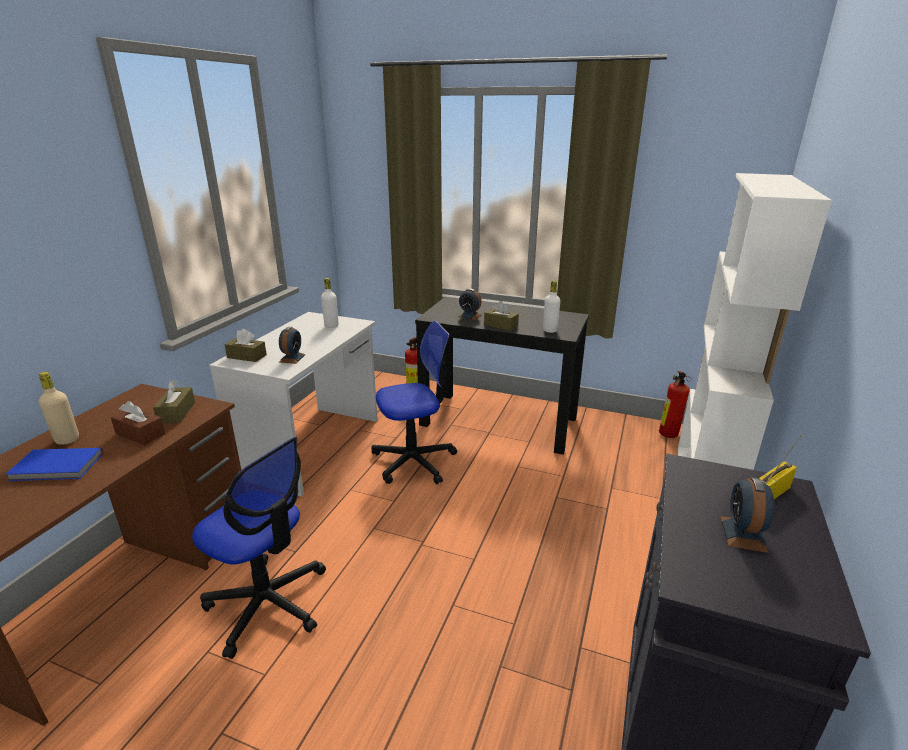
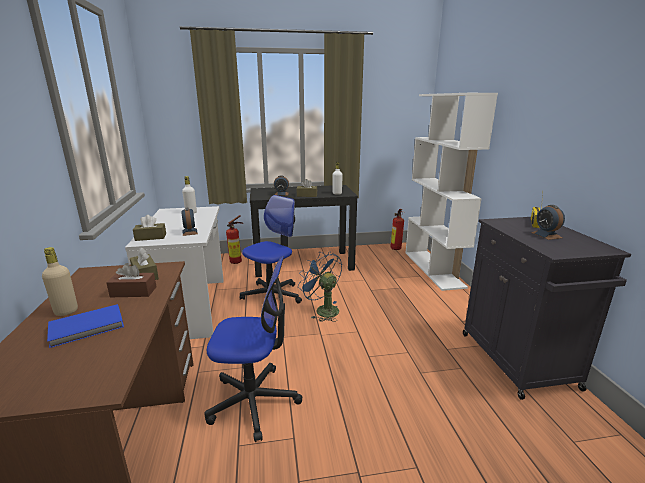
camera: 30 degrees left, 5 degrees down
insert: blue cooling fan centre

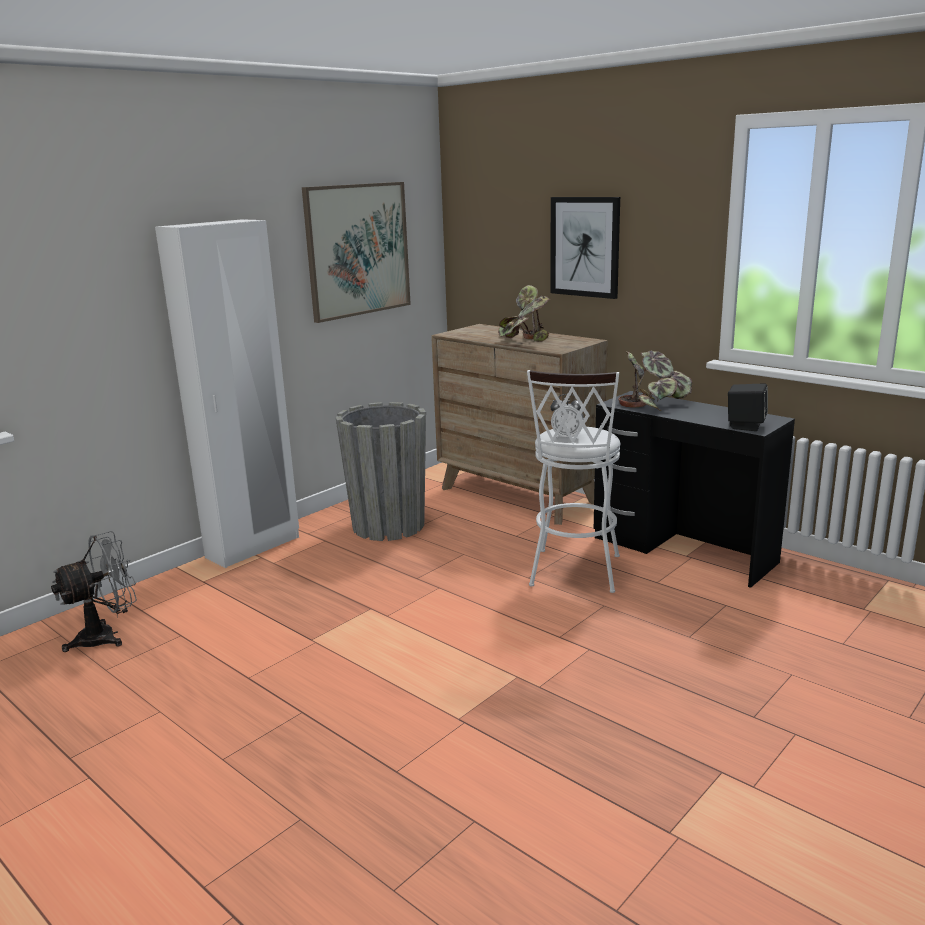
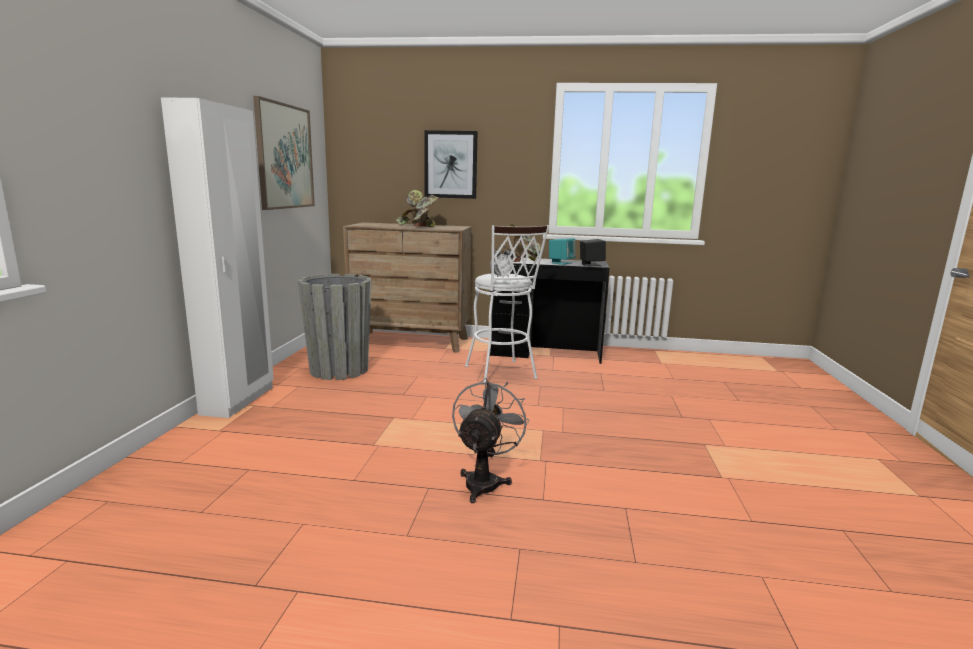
camera: 35 degrees left, 5 degrees down
insert: turquoise loudspeaker centre
move: grey cooling fan middle left to bottom centre

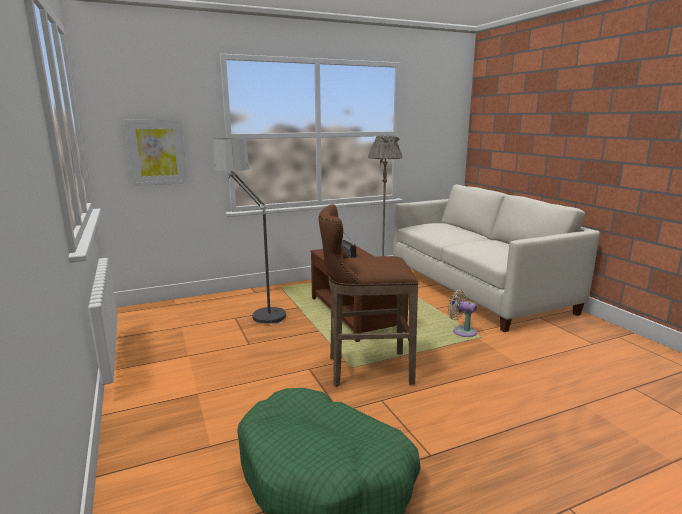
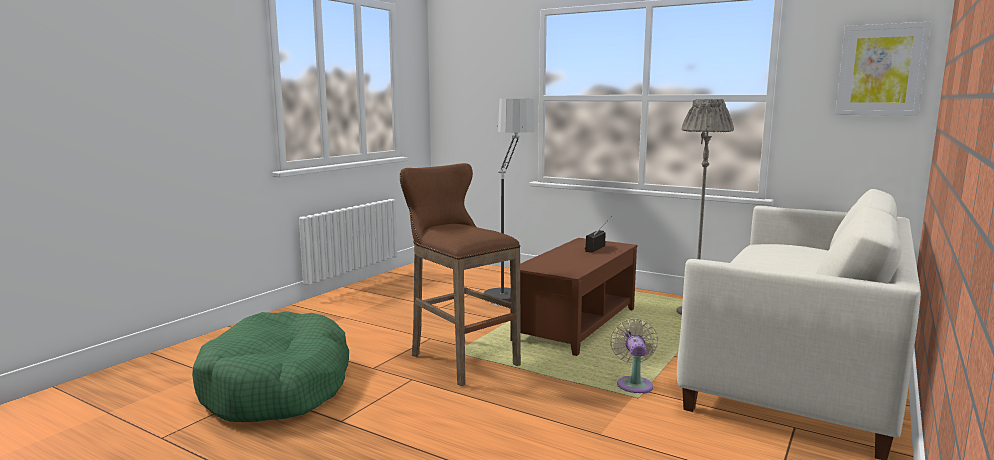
camera: 55 degrees right, 5 degrees down
move: wall art top left to top right

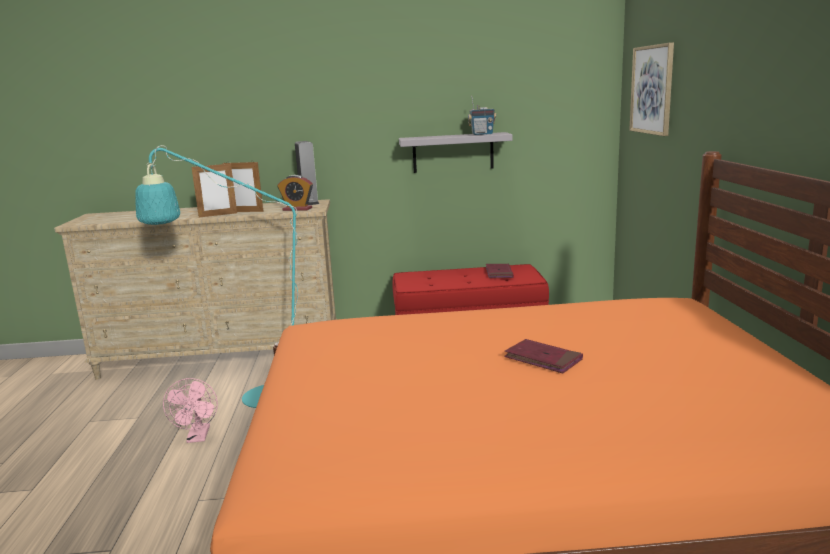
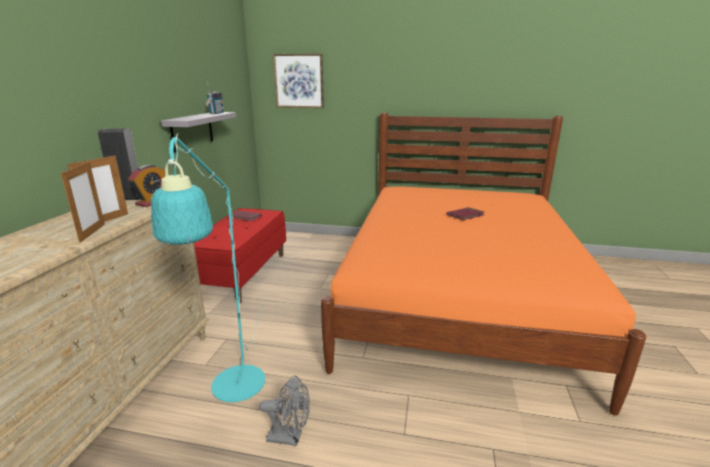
camera: 75 degrees left, 5 degrees up
recolor: pinkish cooling fan bottom left to grey cooling fan bottom centre

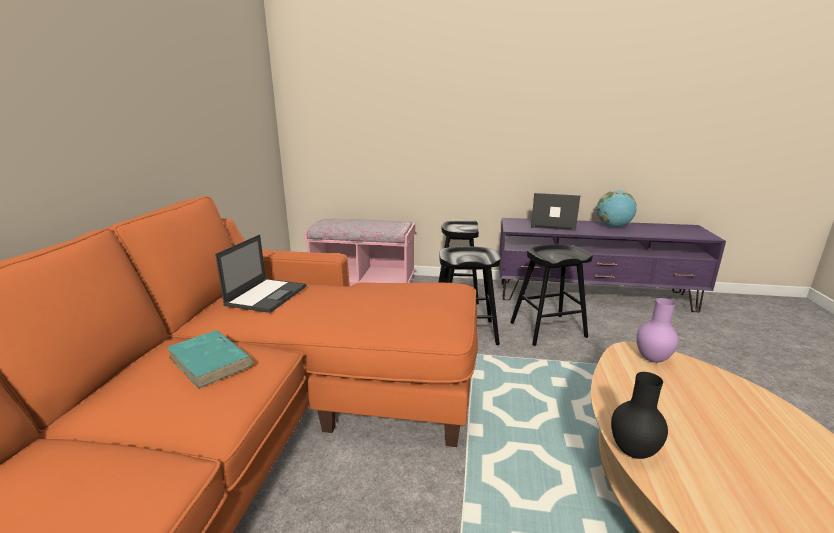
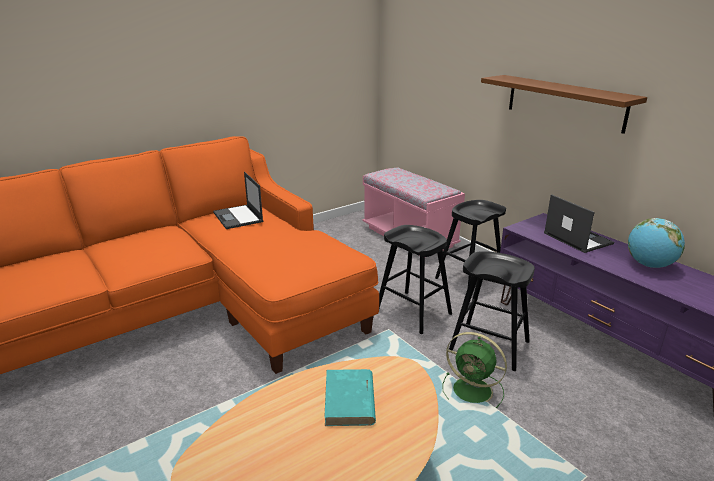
camera: 45 degrees right, 5 degrees up
delete: black flower vase bottom right; purple-coloured flower vase middle right
insert: green-coloured cooling fan bottom centre; brownish wall shelf top right
move: turquoise book bottom left to bottom centre
rotate: laptop (1st from left) middle left = centre 90 degrees clockwise

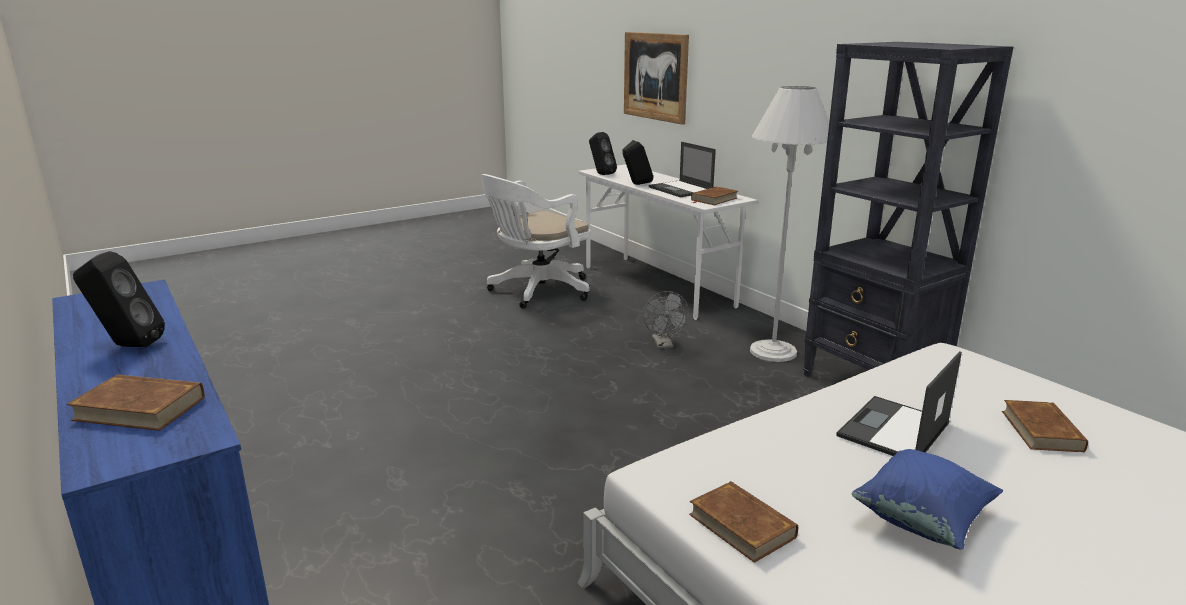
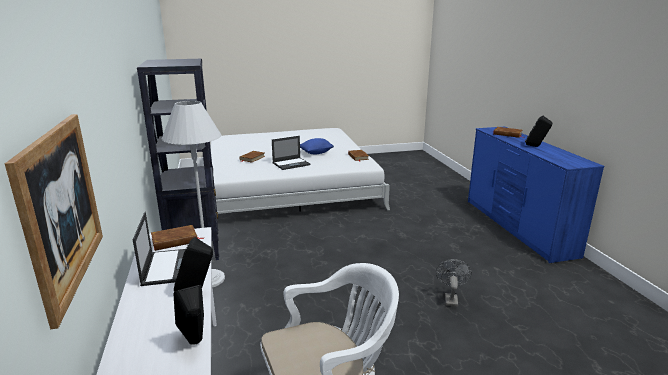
camera: 160 degrees left, 0 degrees up
move: grey cooling fan centre to bottom right

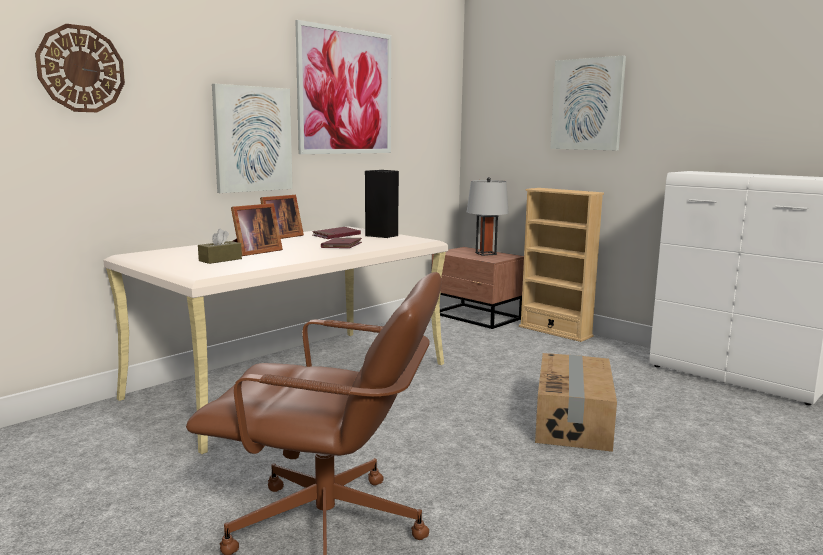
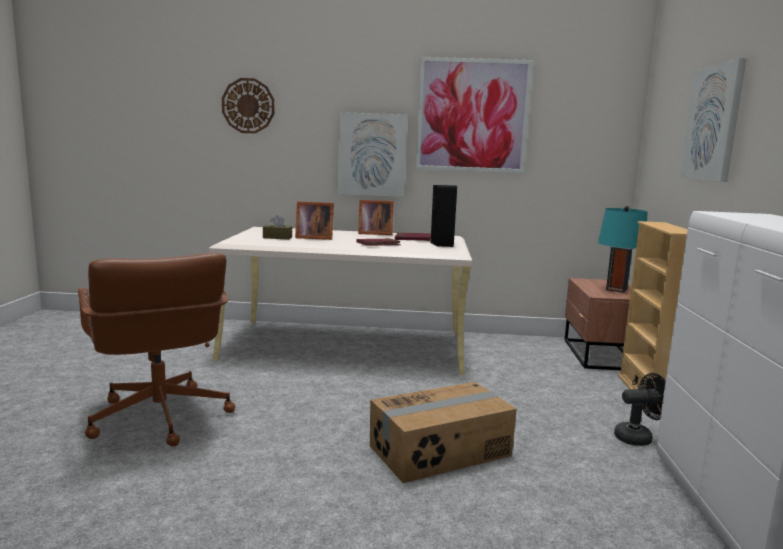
camera: 50 degrees right, 0 degrees up
insert: black cooling fan bottom right
recolor: grey tabletop lamp centre to turquoise tabletop lamp middle right

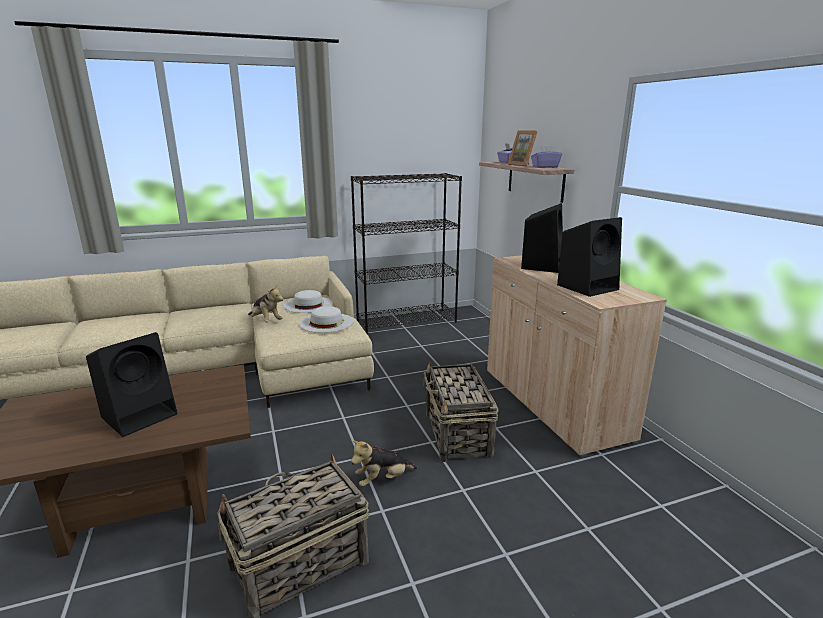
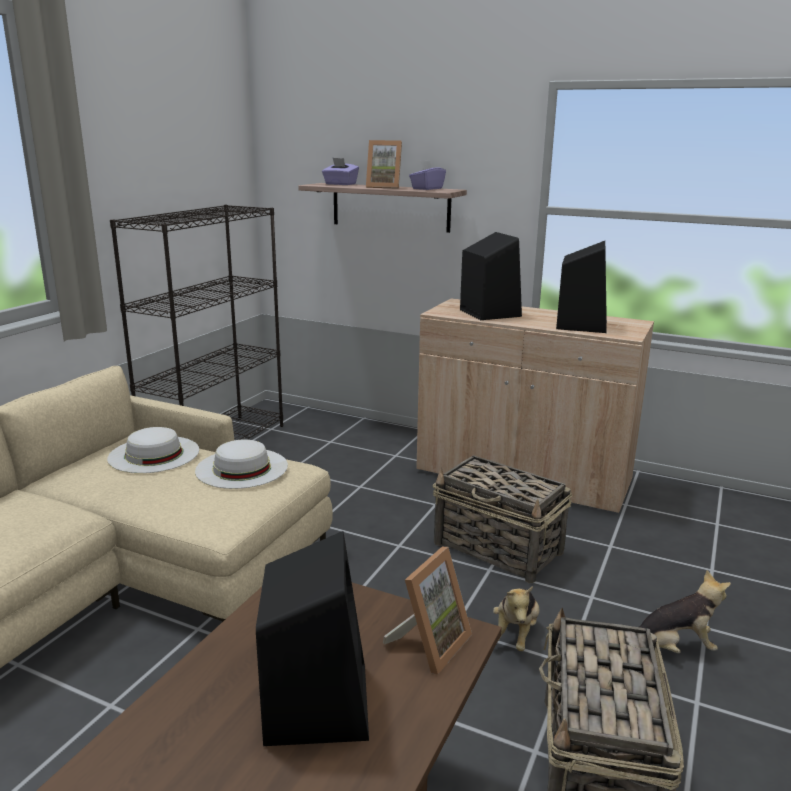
camera: 45 degrees left, 0 degrees up
insert: picture frame (2nd from left) bottom centre
move: soft toy (1st from left in the first image) middle left to soft toy (2nd from left) bottom right

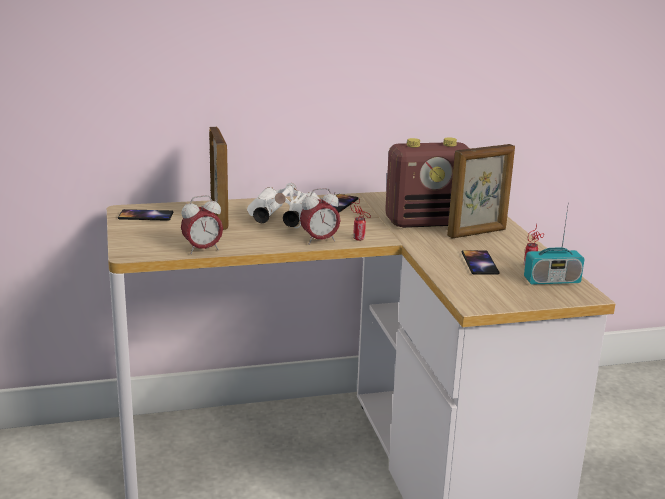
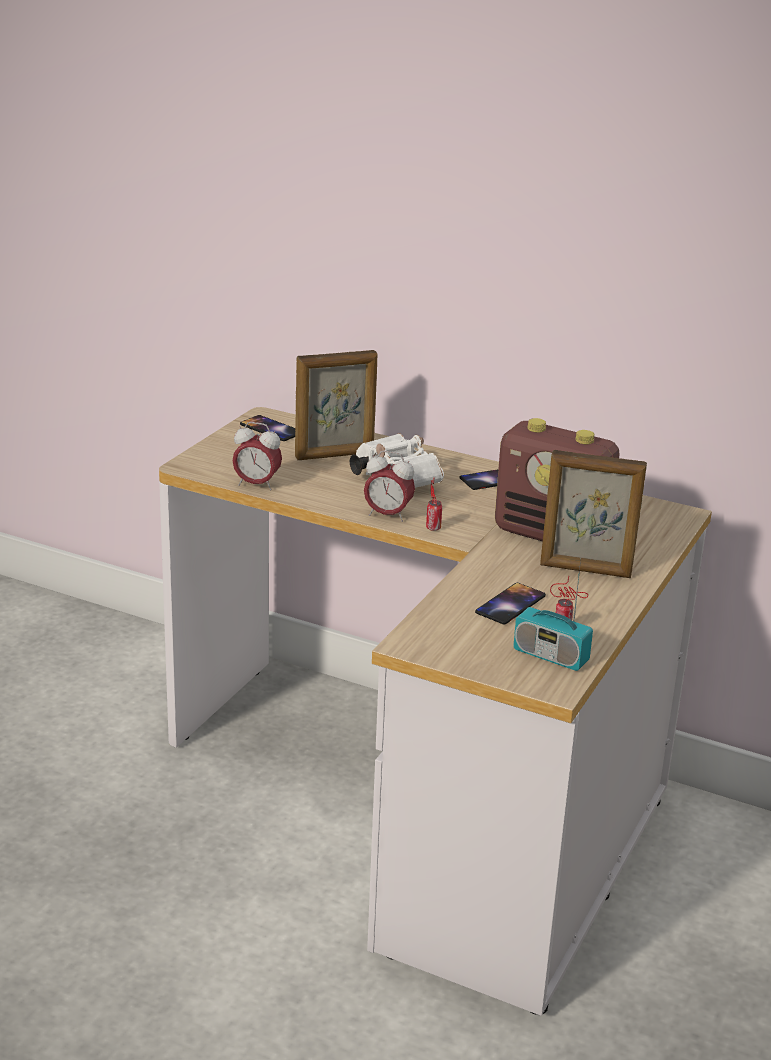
camera: 40 degrees right, 5 degrees up
rotate: picture frame (1st from left) middle left = centre 45 degrees clockwise

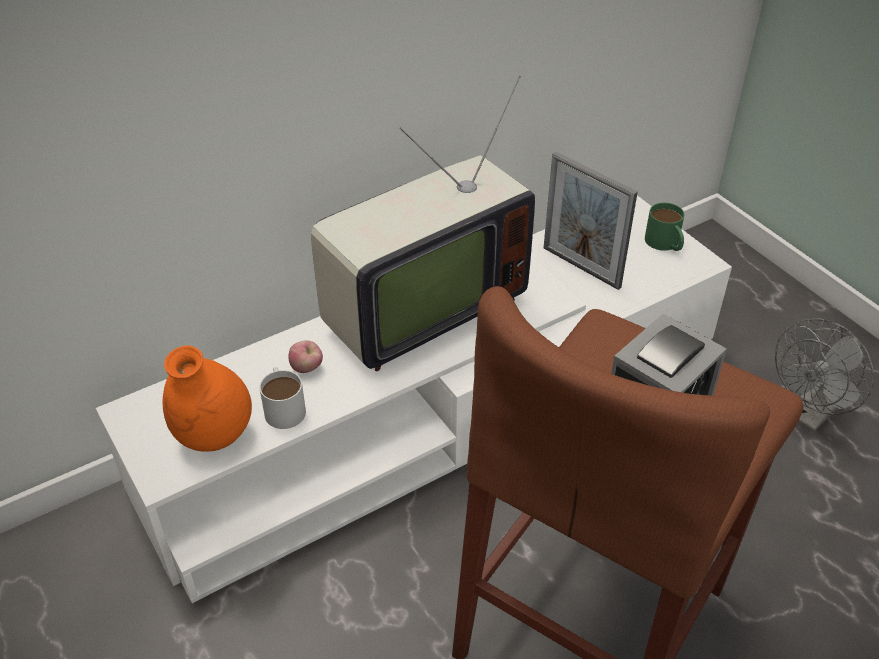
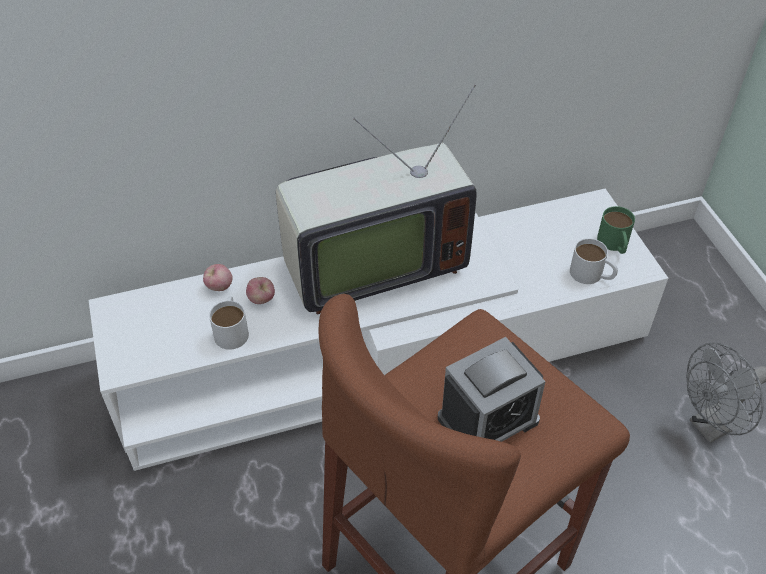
camera: 15 degrees right, 5 degrees up
delete: orange flower vase middle left; picture frame middle right
insert: whole apple (1st from left) middle left; whitish tea mug (2nd from left) middle right

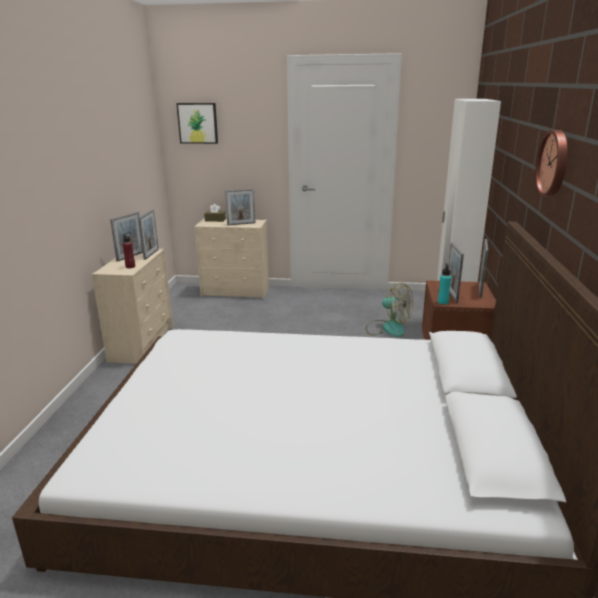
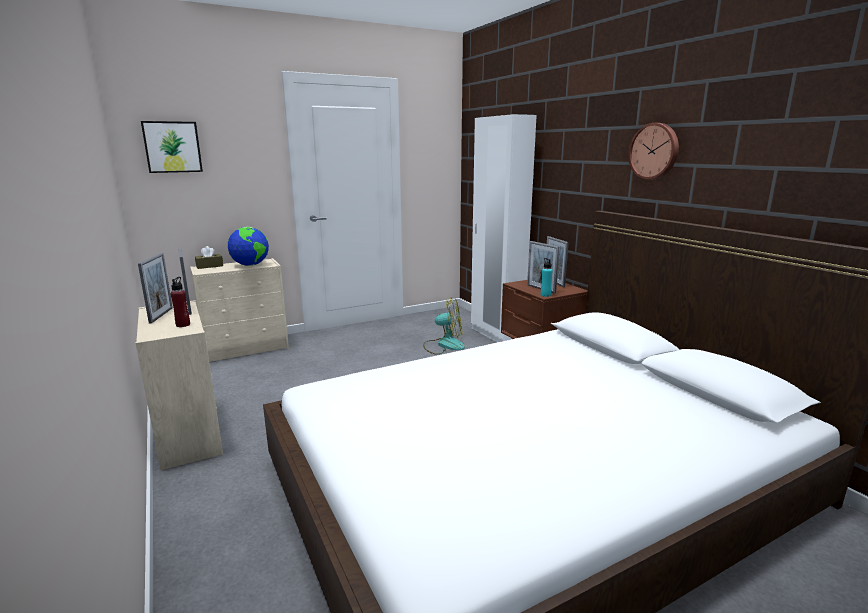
camera: 35 degrees left, 5 degrees down
replace: picture frame (3rd from left) centre to desk globe middle left

